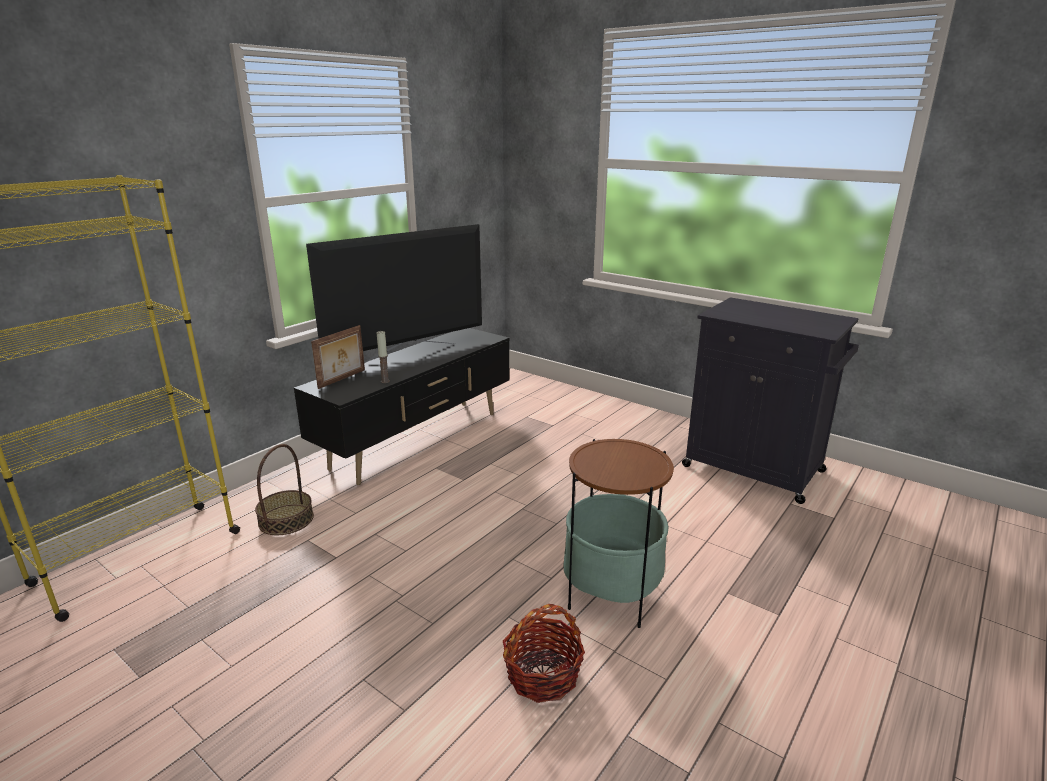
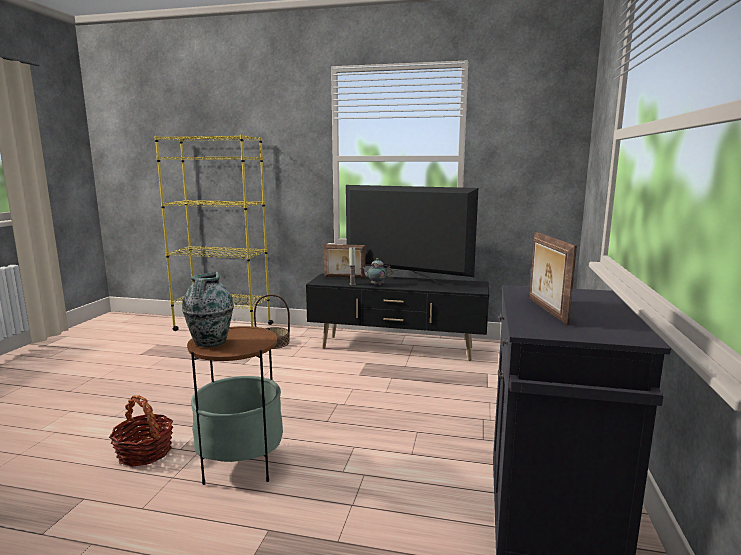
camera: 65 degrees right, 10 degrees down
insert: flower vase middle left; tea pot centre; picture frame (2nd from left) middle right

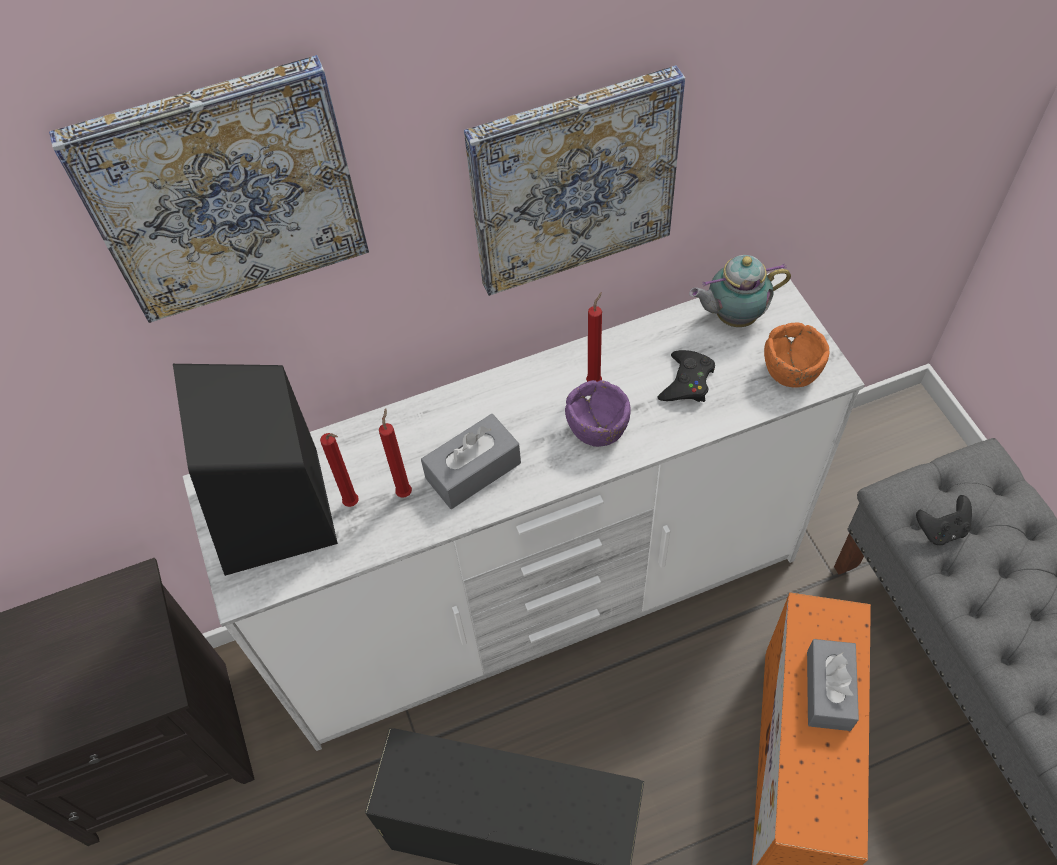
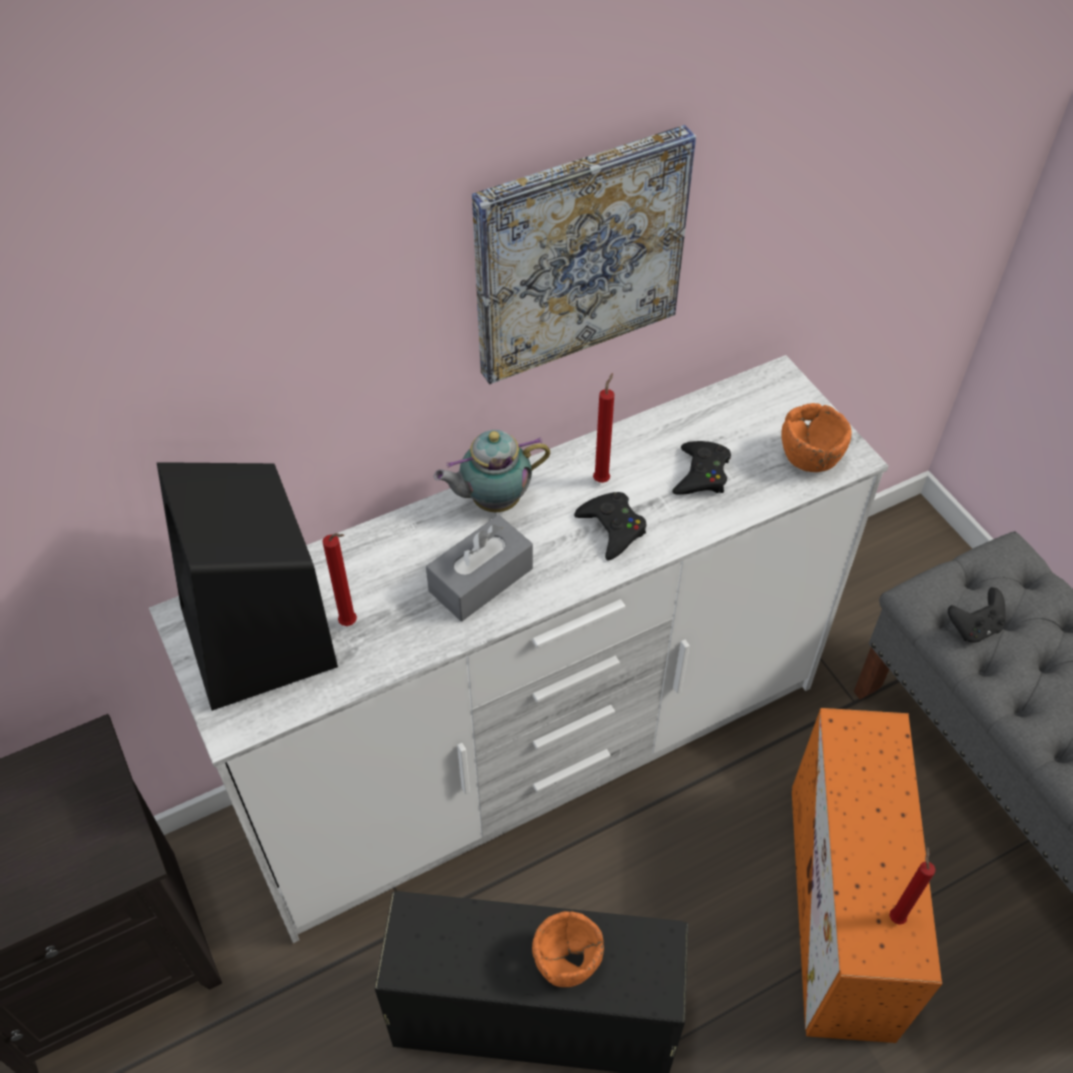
camera: 10 degrees left, 5 degrees down
delete: wall art (1st from left) top left; grey tissue holder (2nd from left) bottom right
insert: orange serving bowl (1st from left) bottom centre
move: reddish wax light (2nd from left in the first image) centre to reddish wax light (3rd from left) bottom right; tea pot middle right to centre
replace: purple-coloured serving bowl centre to black joypad (1st from left) centre

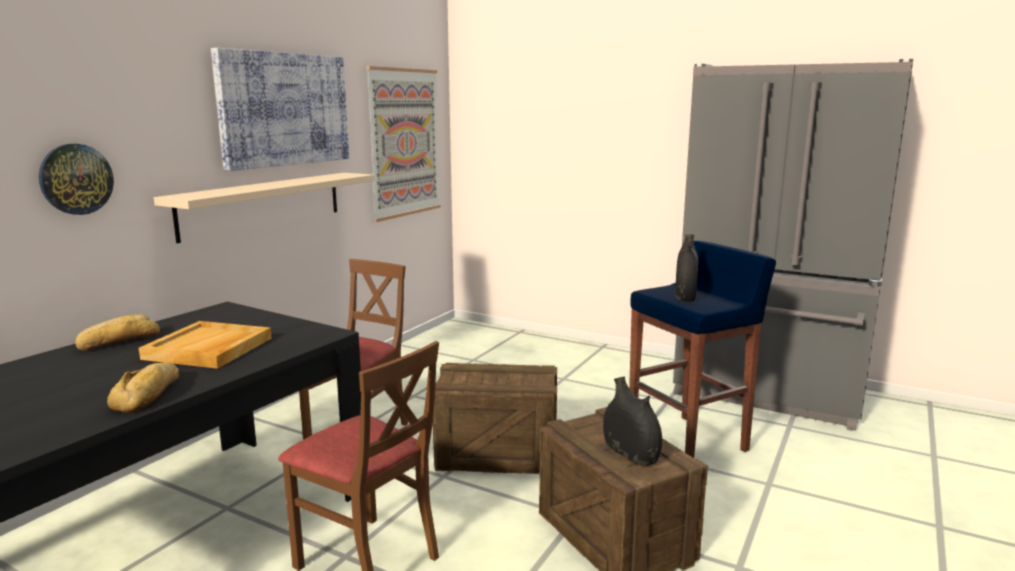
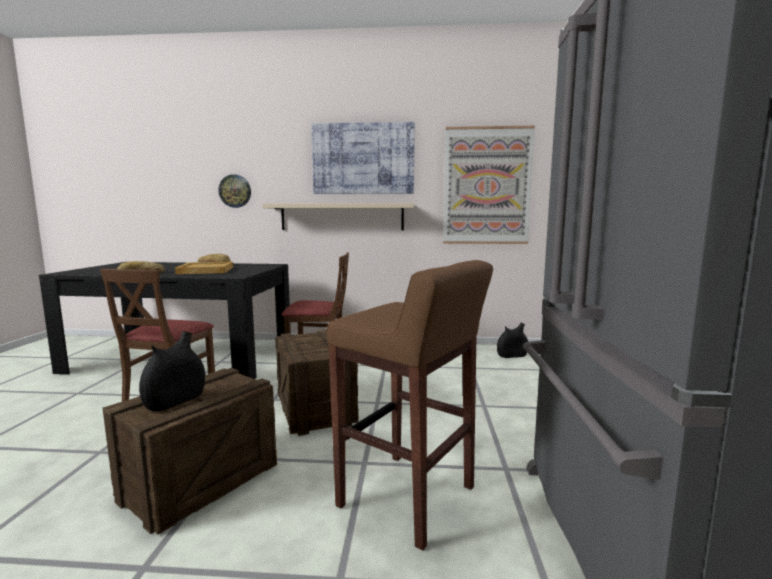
camera: 65 degrees right, 5 degrees down
move: black flower vase (2nd from left) middle right to centre
recolor: blue stool seat middle right to brownish stool seat bottom centre

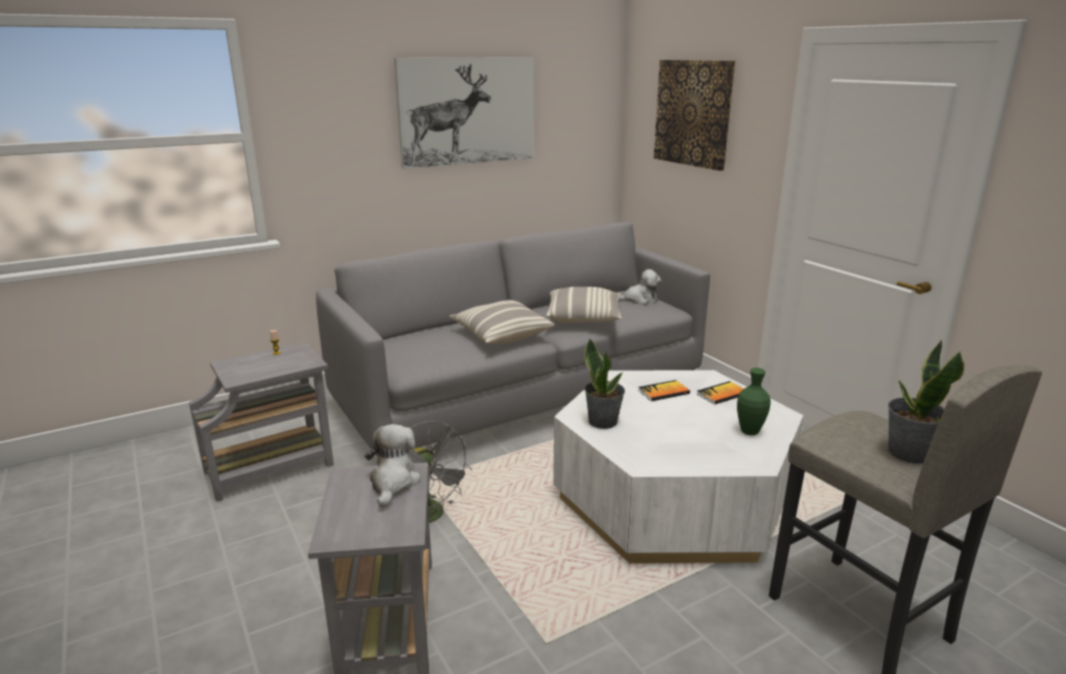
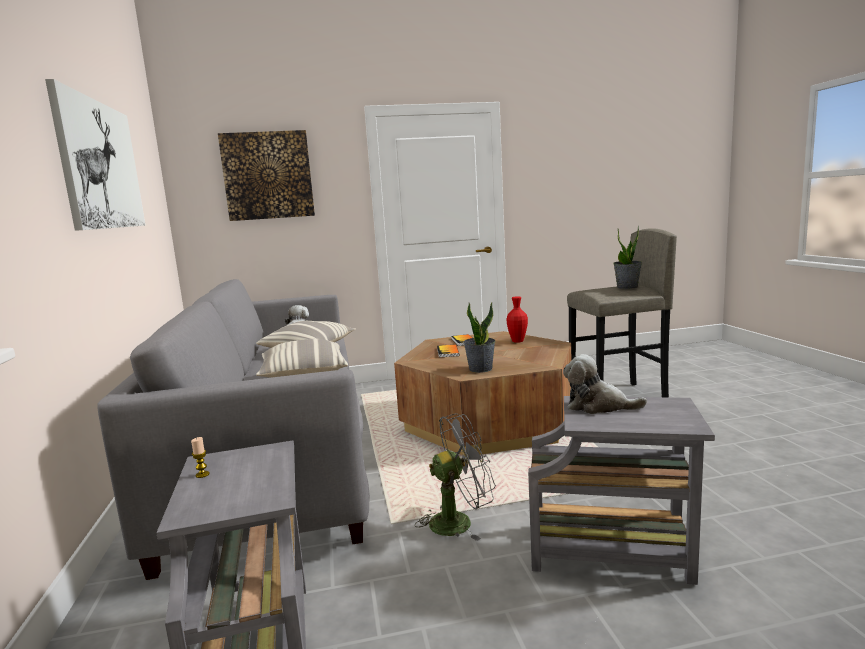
camera: 70 degrees left, 10 degrees down
recolor: whitish low table bottom centre to brownish low table centre; green-coloured flower vase middle right to reddish flower vase centre

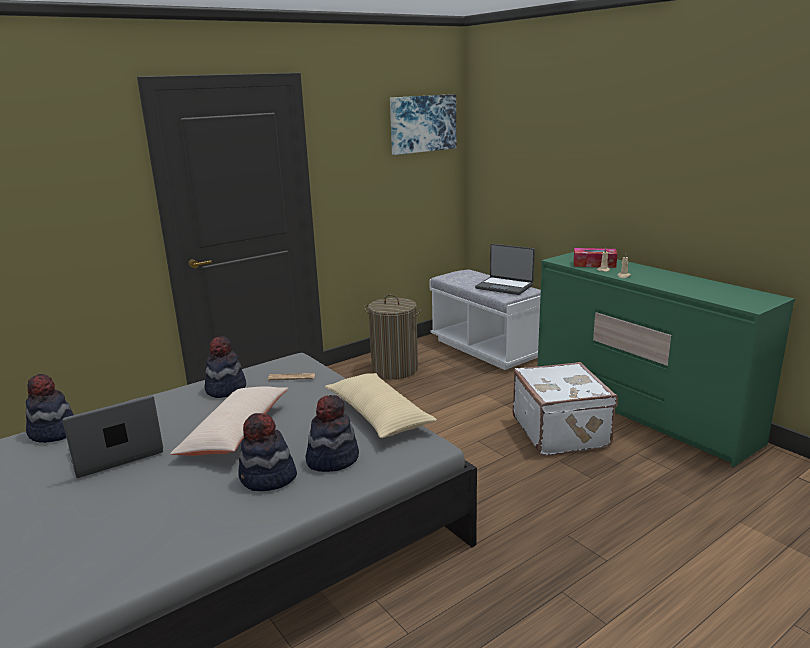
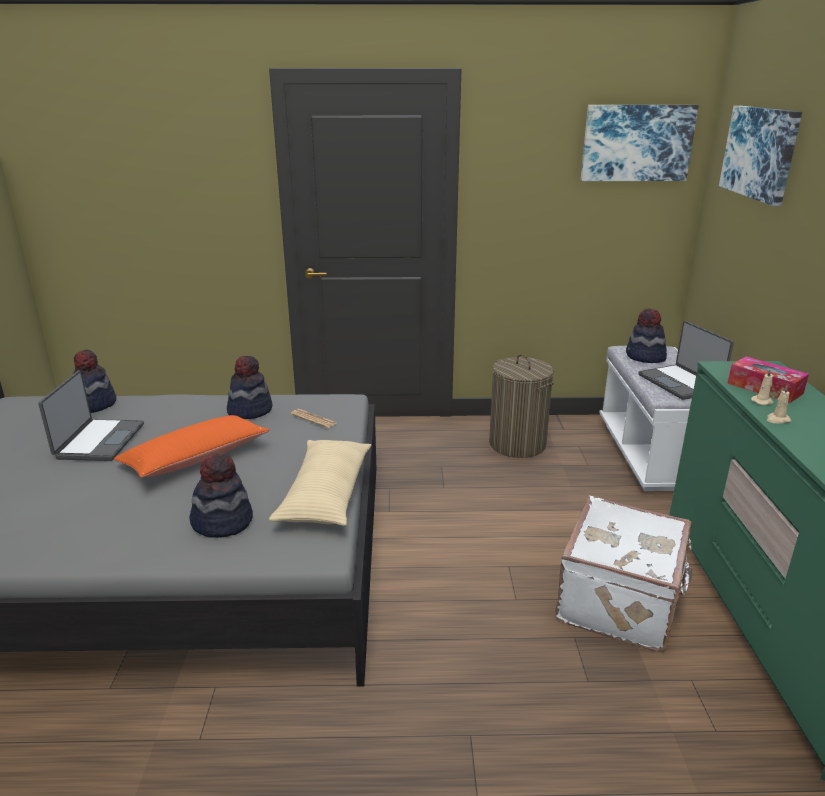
camera: 35 degrees right, 5 degrees up
insert: wall art (2nd from left) top right
move: clothing hat (3rd from left in the first image) bottom left to clothing hat (4th from left) middle right
recolor: sand-coloured cushion (1st from left) middle left to orange cushion middle left
rotate: laptop (1st from left) bottom left = middle left 90 degrees clockwise

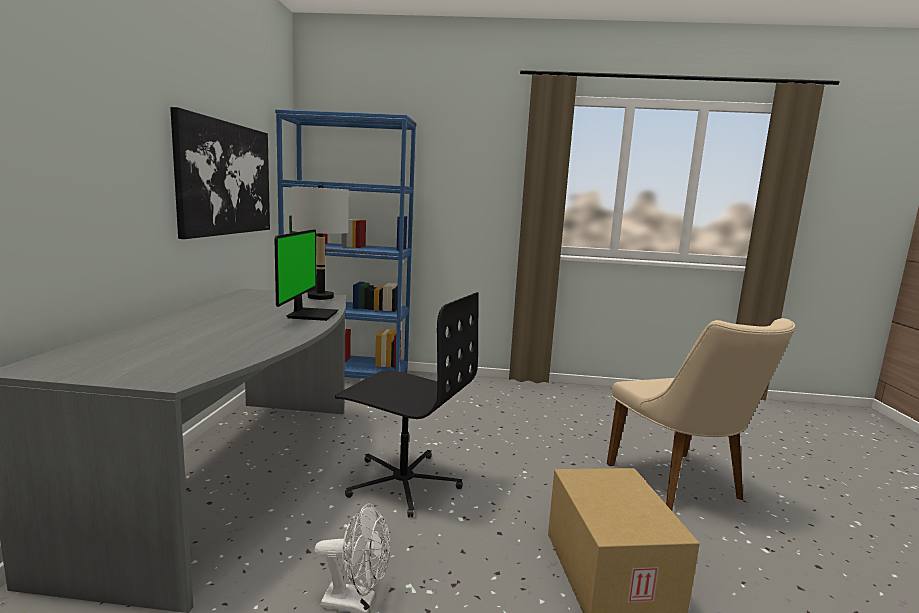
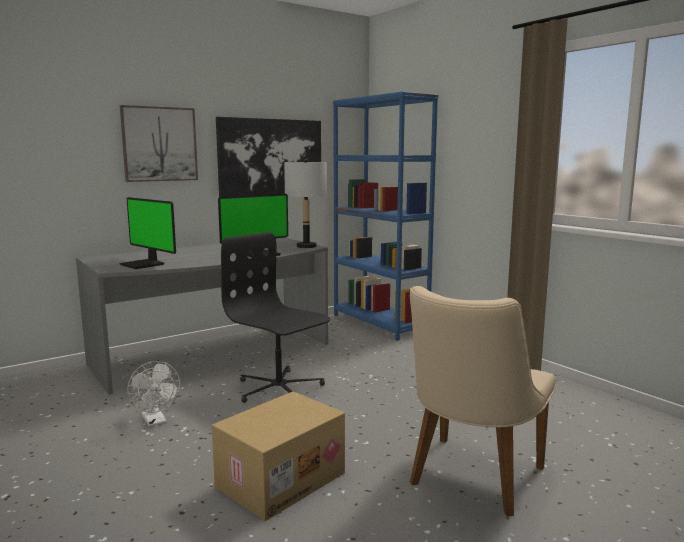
camera: 50 degrees right, 0 degrees up
insert: wall art (1st from left) top left; monitor (1st from left) middle left
rotate: black desk chair centre = centre 150 degrees clockwise

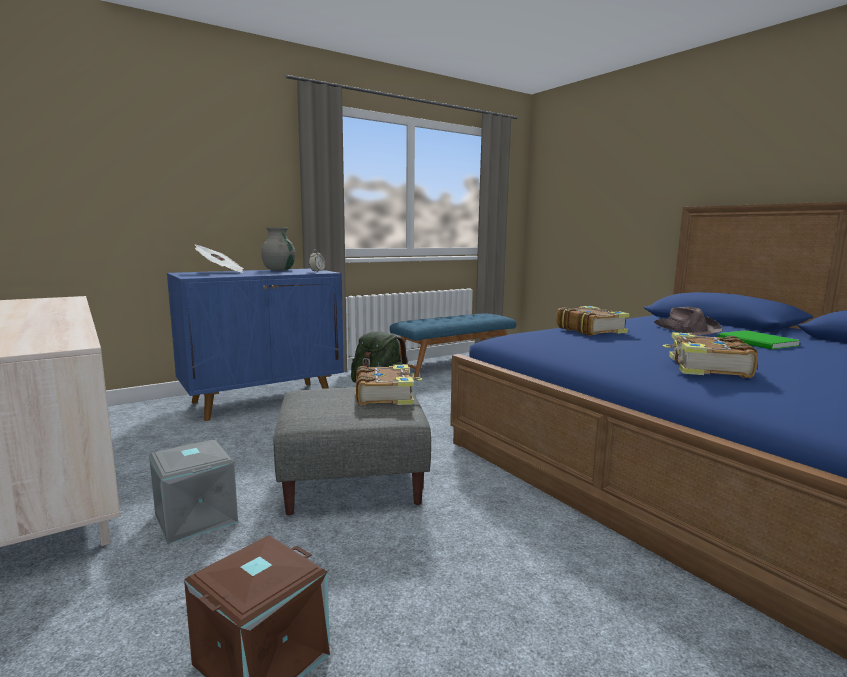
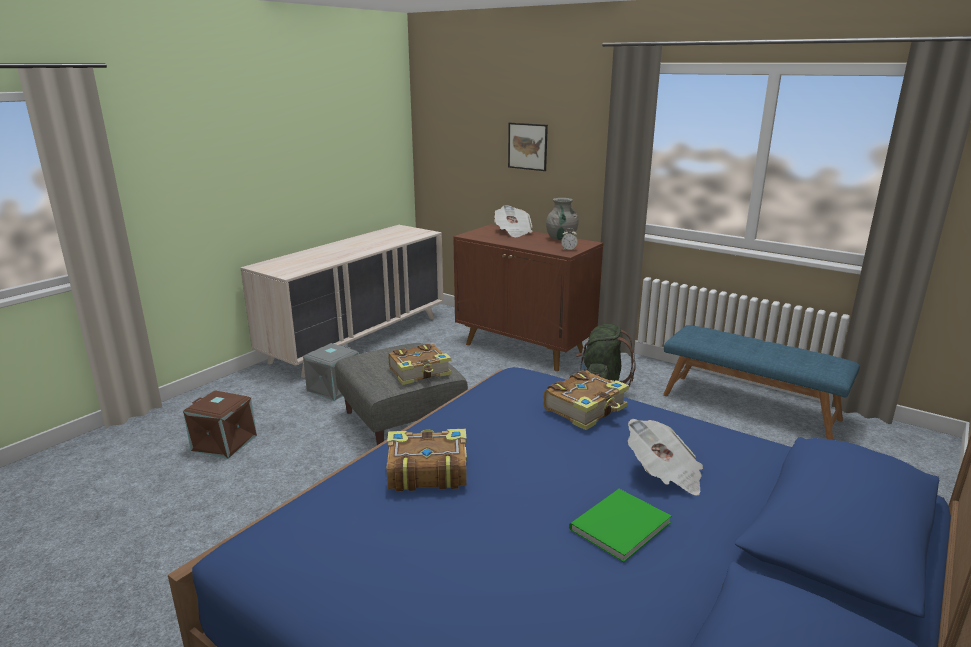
camera: 70 degrees right, 10 degrees up
insert: wall art top centre
replace: brownish clothing hat middle right to daily paper (2nd from left) bottom right
recolor: blue storage cabinet middle left to brownish storage cabinet centre

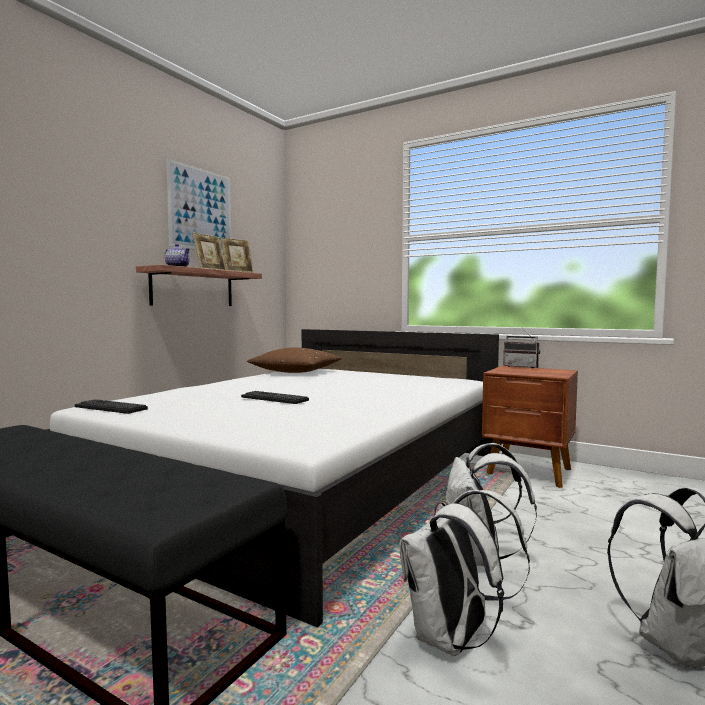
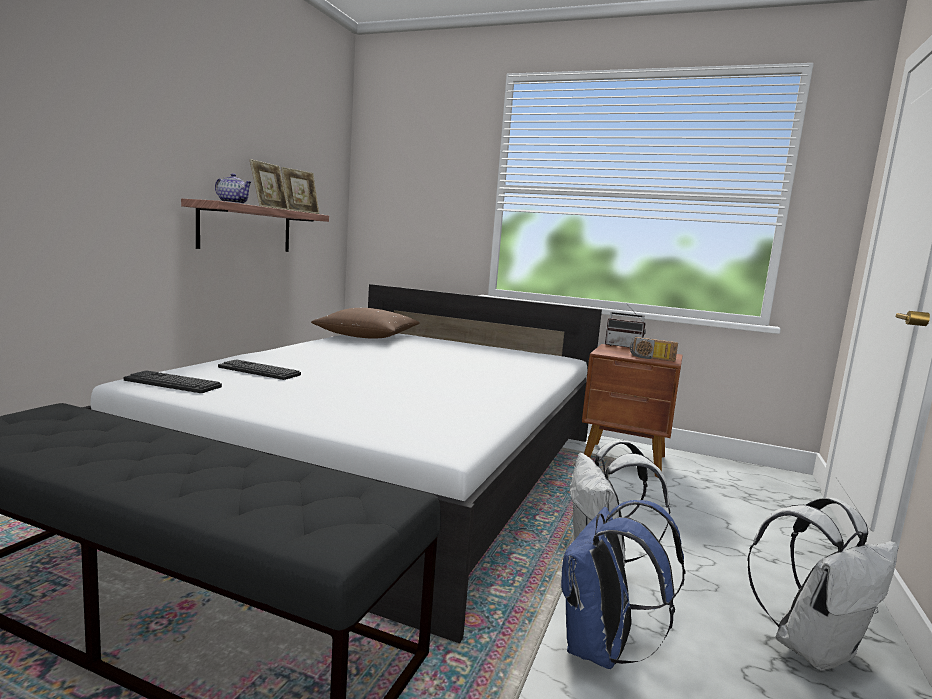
camera: 10 degrees left, 5 degrees up
delete: wall art top left
insert: radio receiver (2nd from left) middle right
move: computer keyboard (2nd from left) centre to middle left
recolor: whitish rucksack (1st from left) bottom centre to blue rucksack bottom right

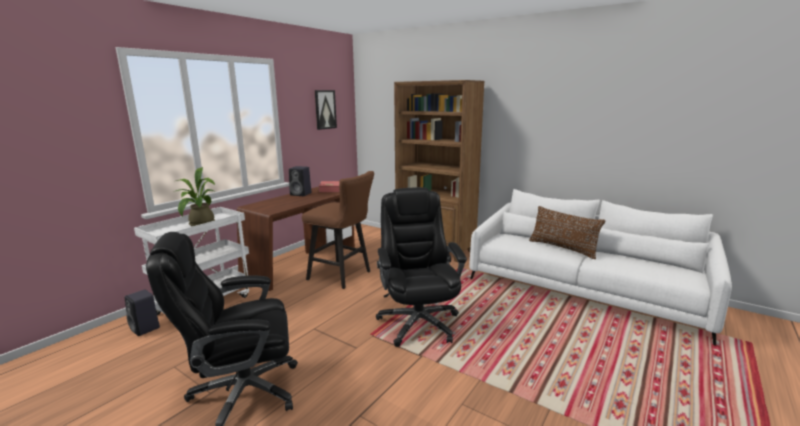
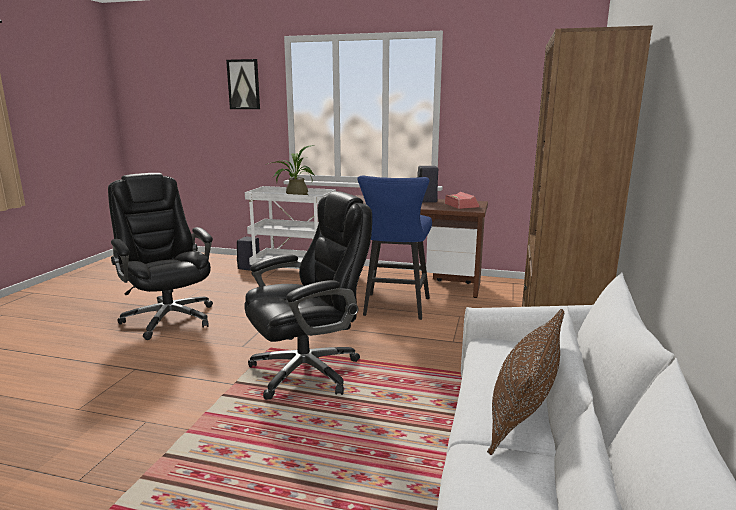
camera: 70 degrees right, 0 degrees up
move: wall art top centre to top left
recolor: brownish stool seat centre to blue stool seat centre

